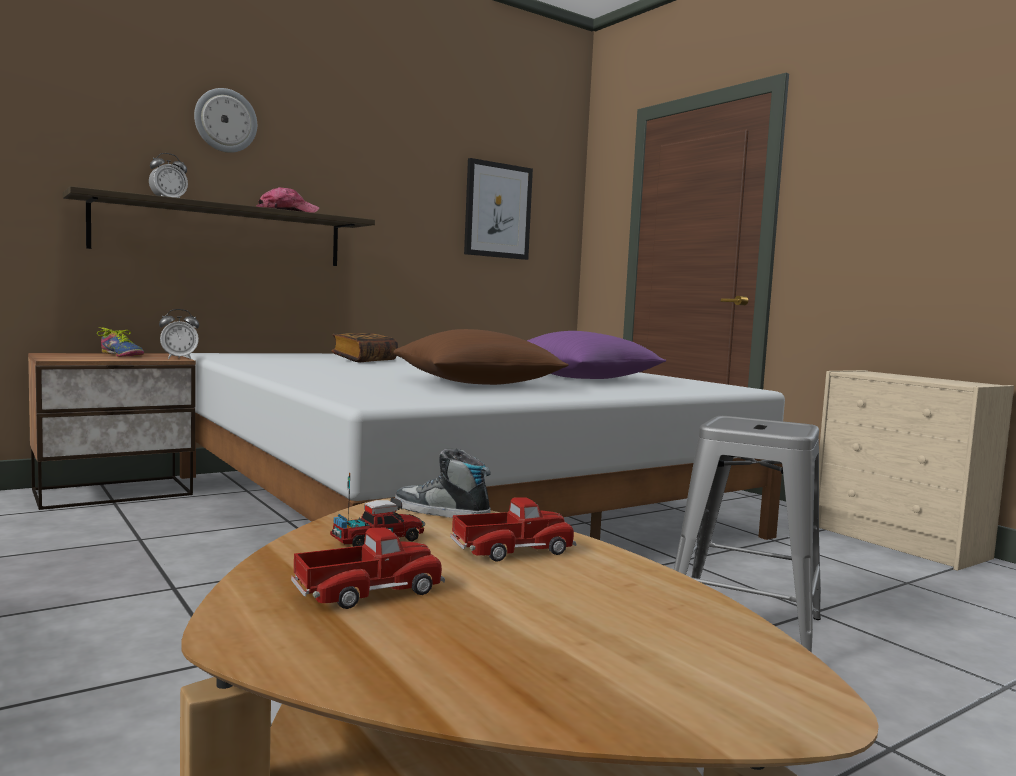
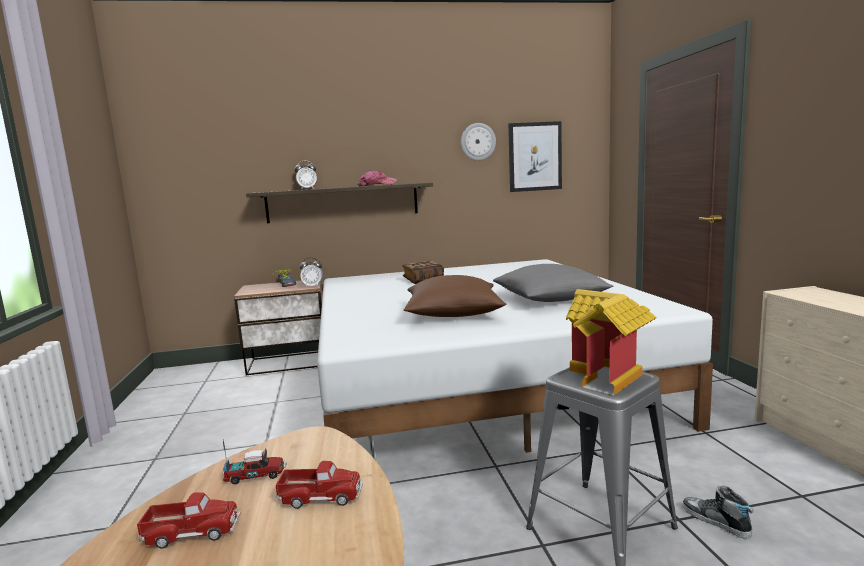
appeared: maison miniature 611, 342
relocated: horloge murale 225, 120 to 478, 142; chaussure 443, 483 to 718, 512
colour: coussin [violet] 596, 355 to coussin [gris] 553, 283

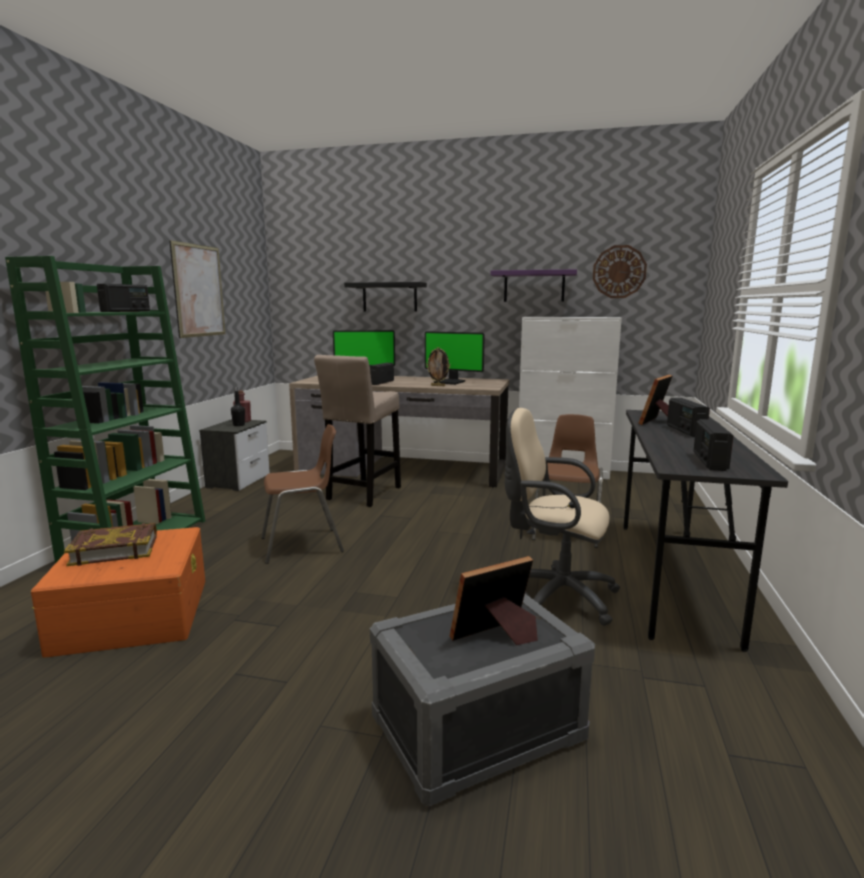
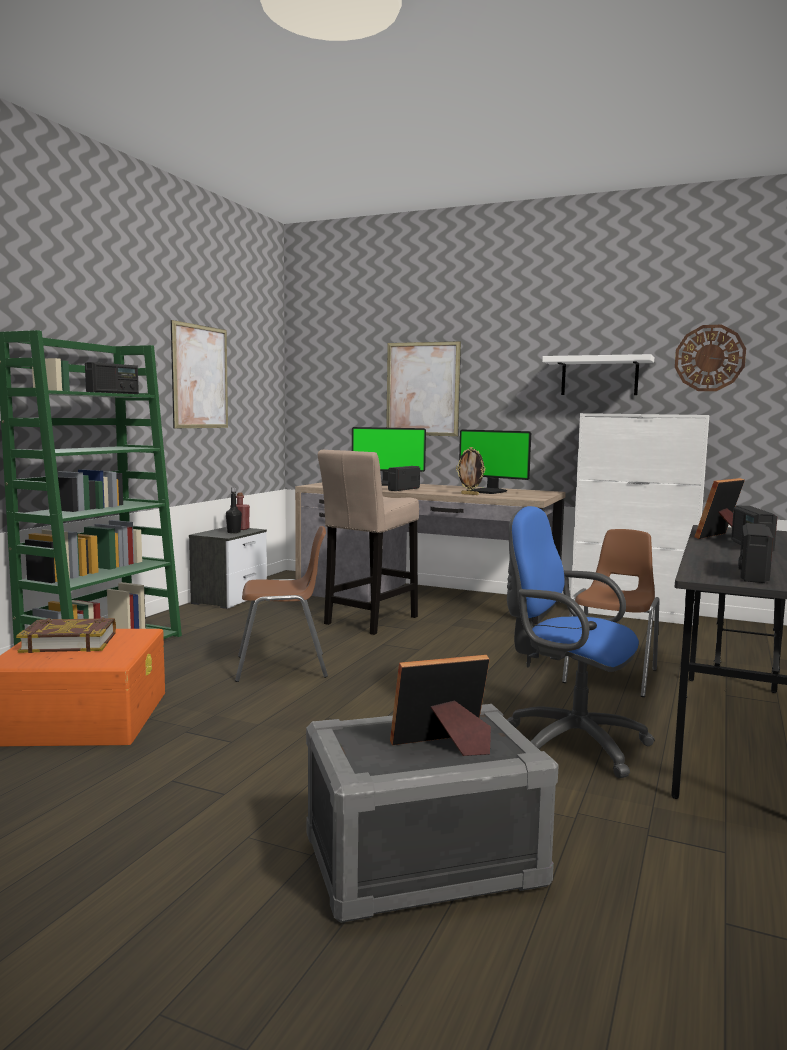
exchanged: étagère [noir] 385, 297 to tableau 423, 388
colour: étagère [violet] 533, 285 to étagère [blanc] 598, 374; chaise de bureau [beige] 562, 517 to chaise de bureau [bleu] 581, 642

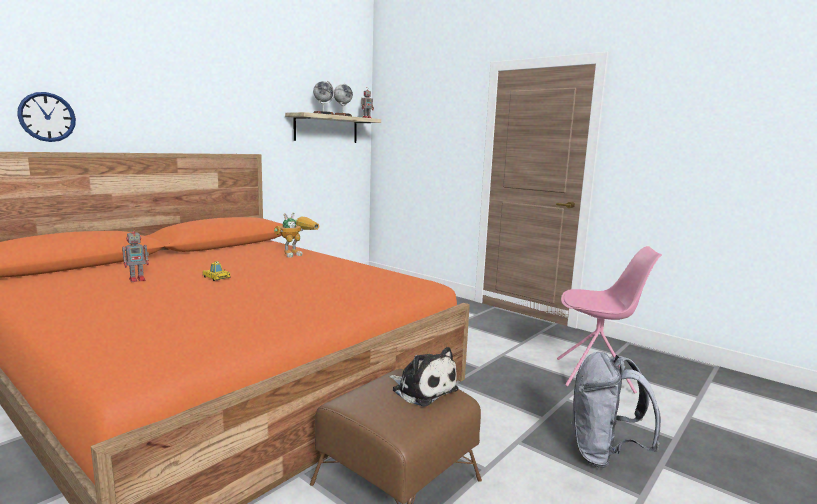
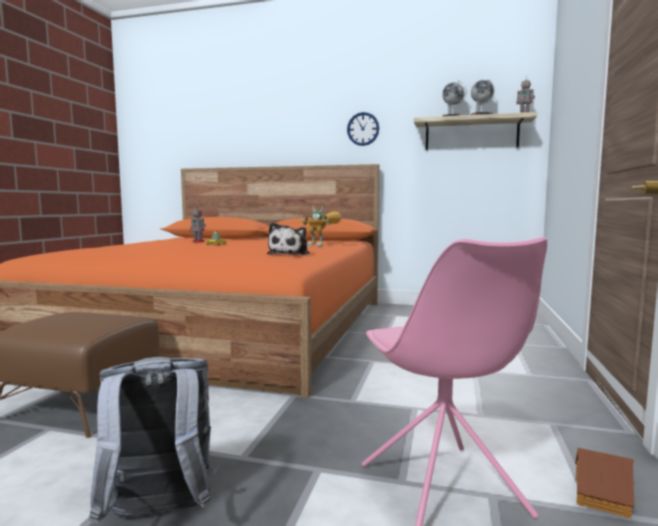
appeared: maison miniature 605, 483
relocated: horloge murale 46, 117 to 363, 129; peluche 423, 377 to 288, 239

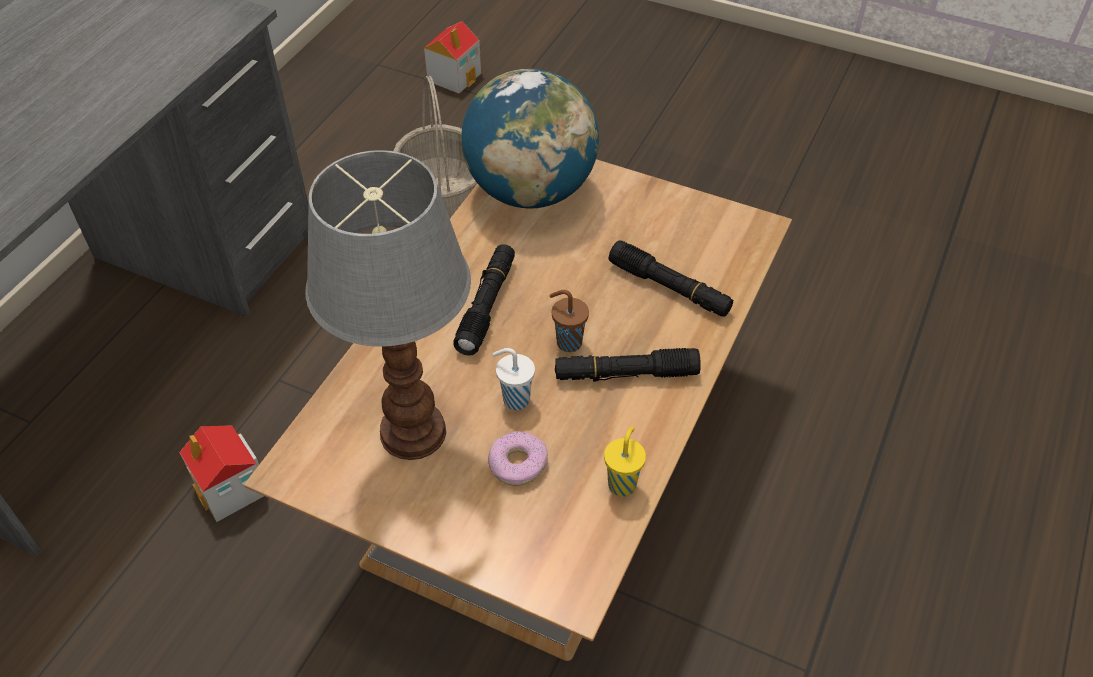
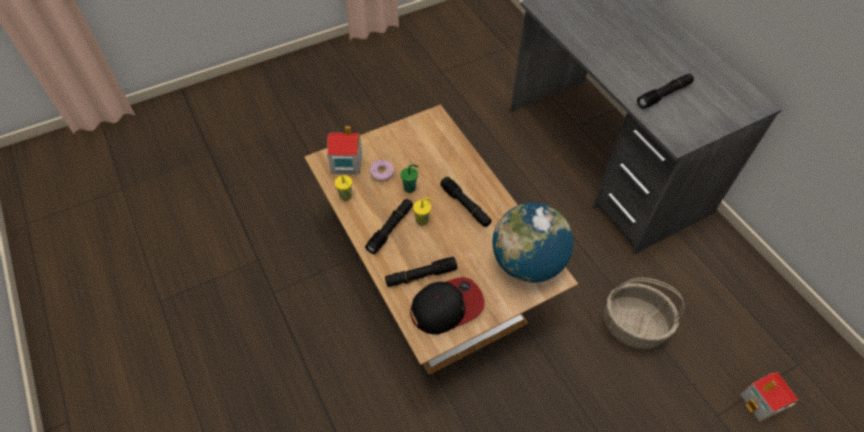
missing: lampe de table 388, 305
appeared: lampe de poche [noir] 665, 91; casquette 447, 305
relocated: maison miniature 221, 473 to 344, 150
colour: tasse [marron] 569, 321 to tasse [jaune] 422, 211; tasse [blanc] 514, 379 to tasse [vert] 409, 178

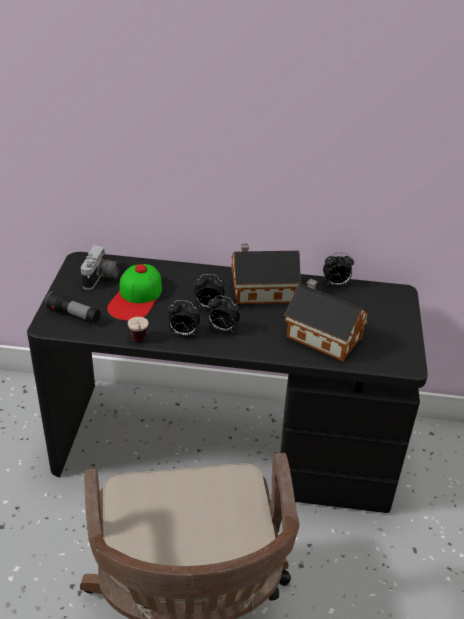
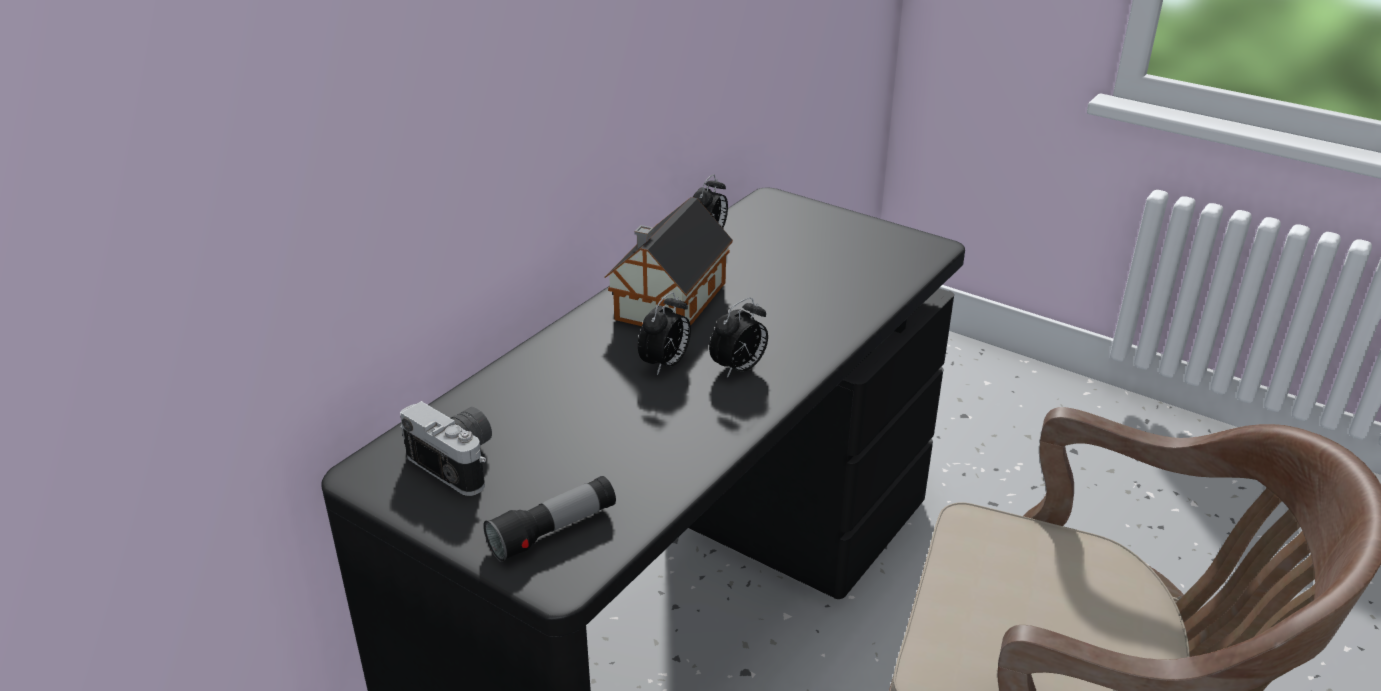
missing: casquette 134, 292; maison miniature 326, 320; réveil 183, 318; tasse 138, 329

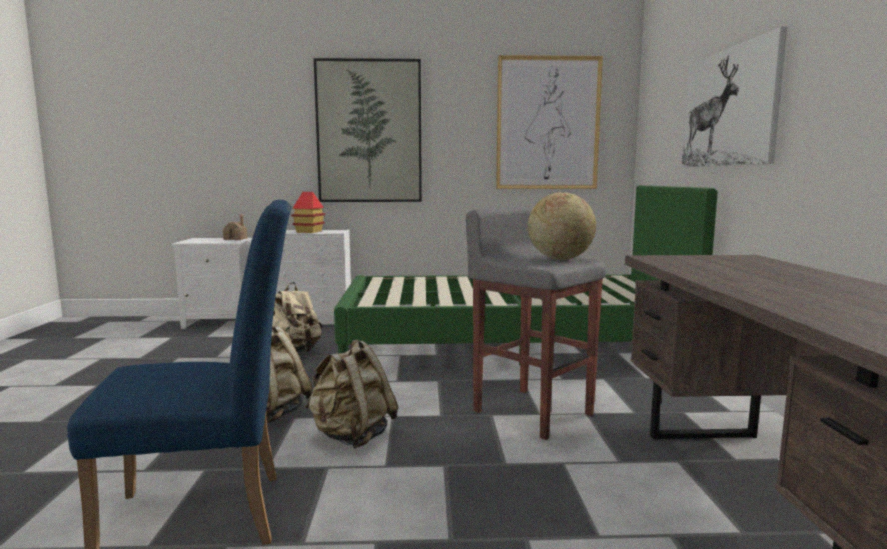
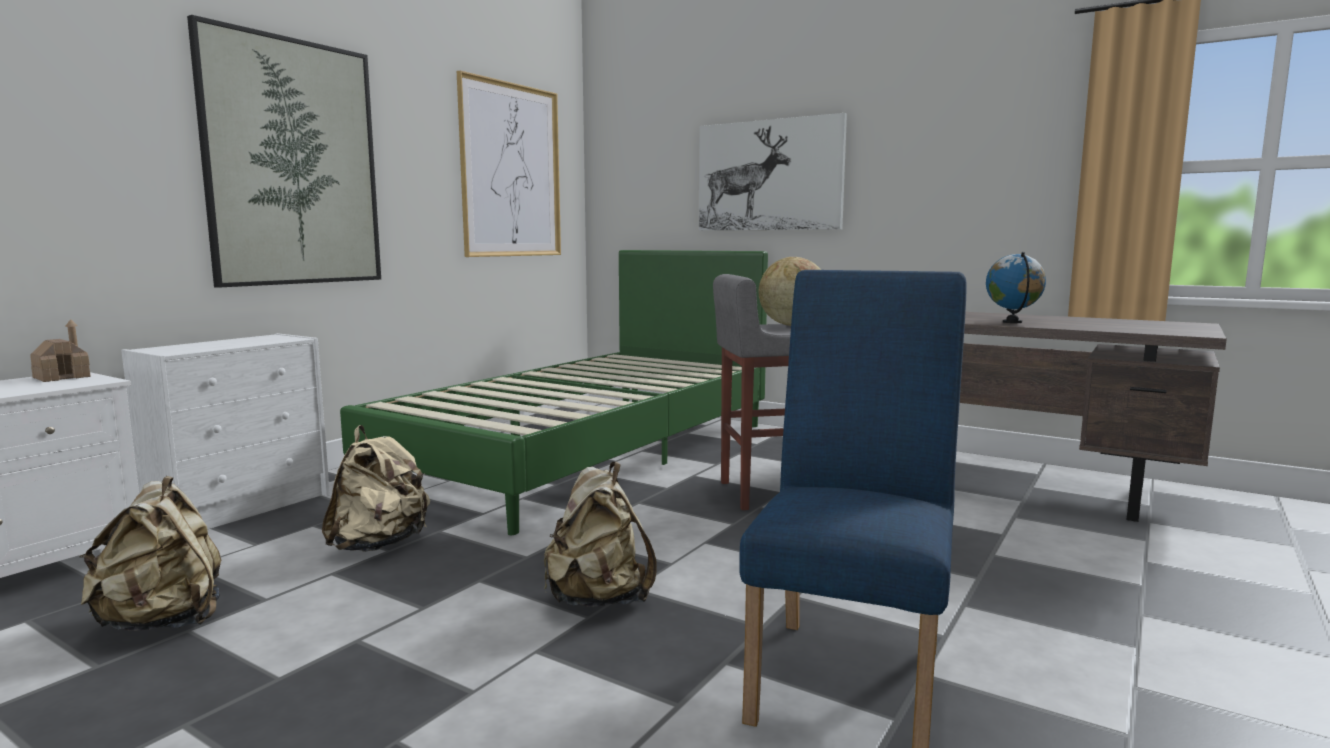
missing: maison miniature 308, 212
appeared: globe 1016, 287
relocated: sac à dos [beige] 352, 394 to 150, 553

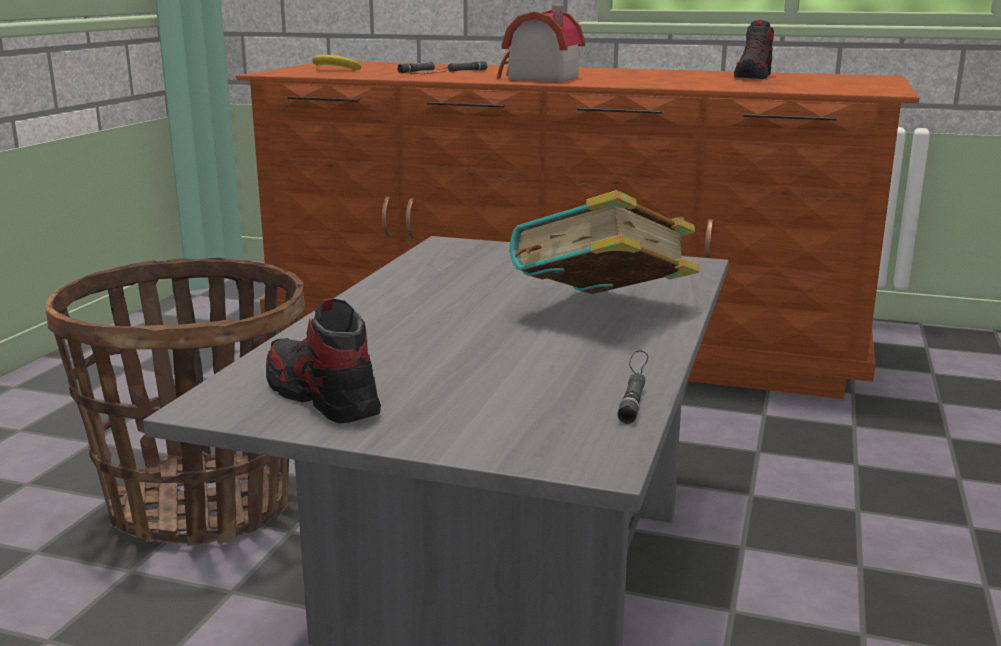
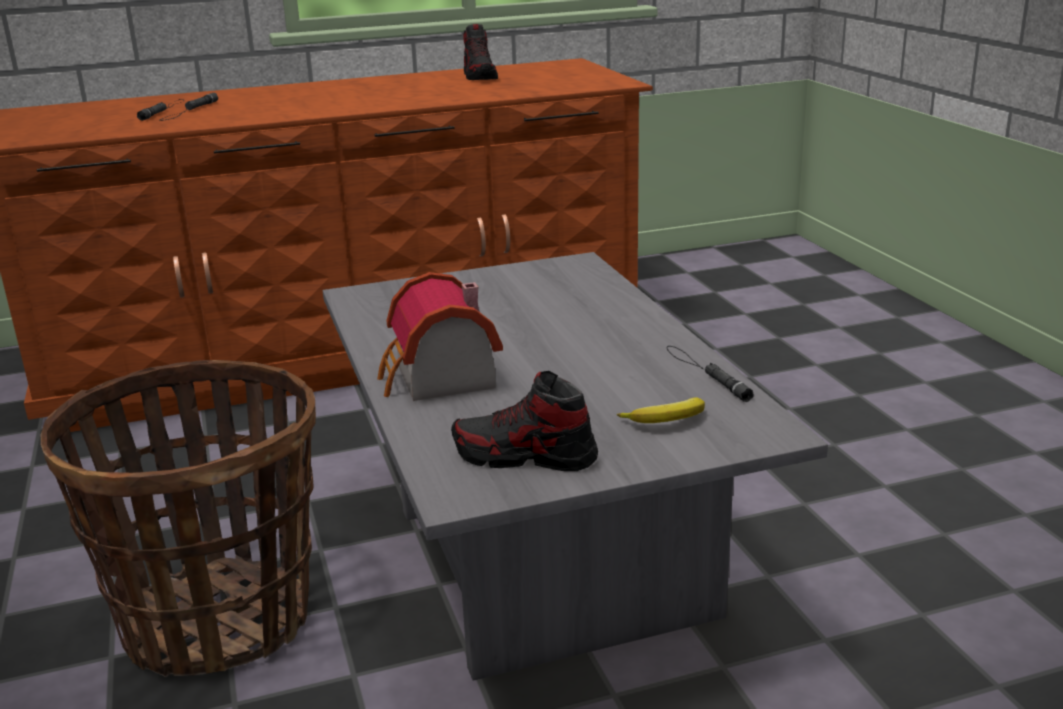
missing: livre 604, 242
relocated: maison miniature 541, 44 to 440, 336; banane 336, 62 to 661, 410

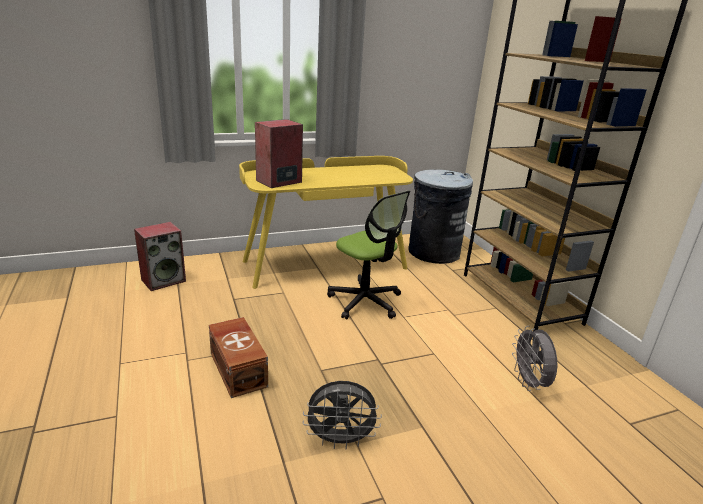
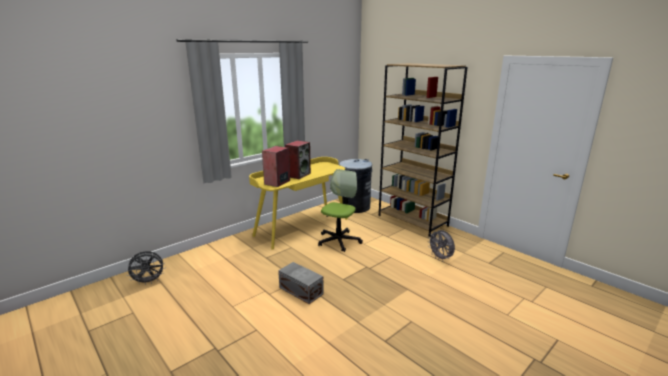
relocated: enceinte 160, 256 to 298, 160; ventilateur [gris] 342, 415 to 145, 268
colour: boîte de rangement [marron] 238, 357 to boîte de rangement [gris] 301, 283
spun: chaise de bureau 368, 254 = 340, 210 90 degrees counterclockwise

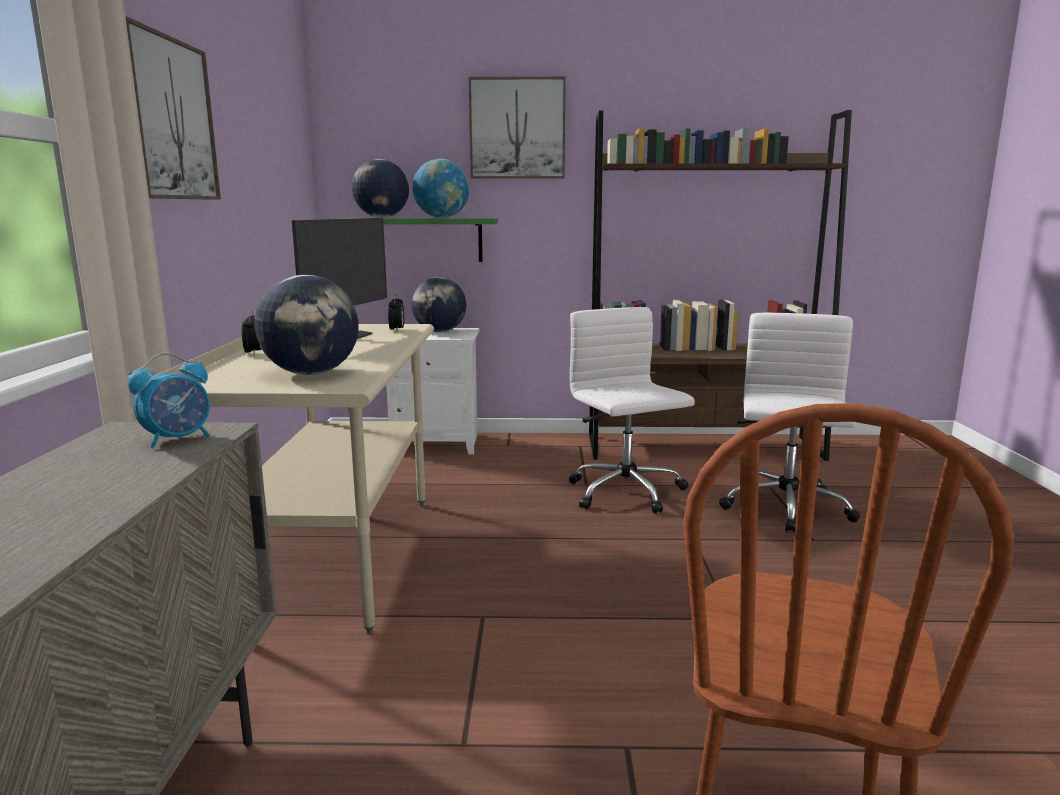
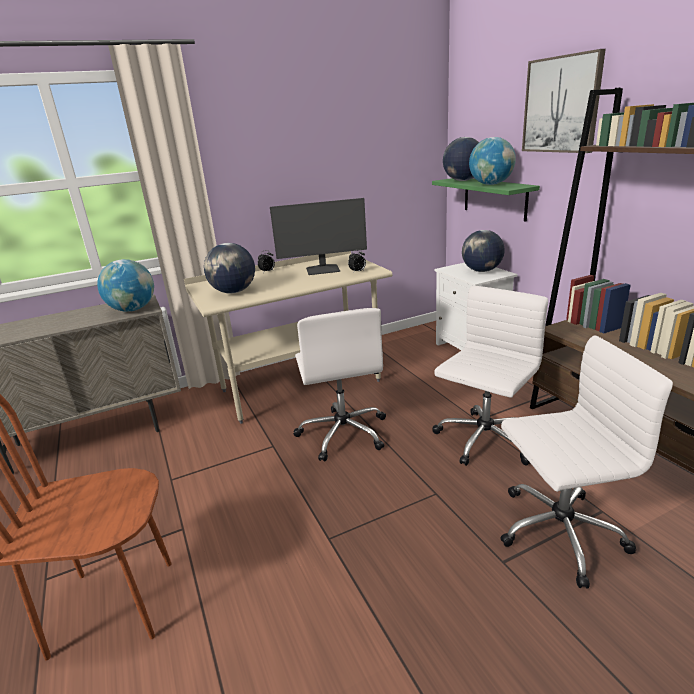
missing: tableau 173, 108
appeared: chaise de bureau [blanc] 339, 384
exchanged: réveil 169, 400 to globe 125, 285

